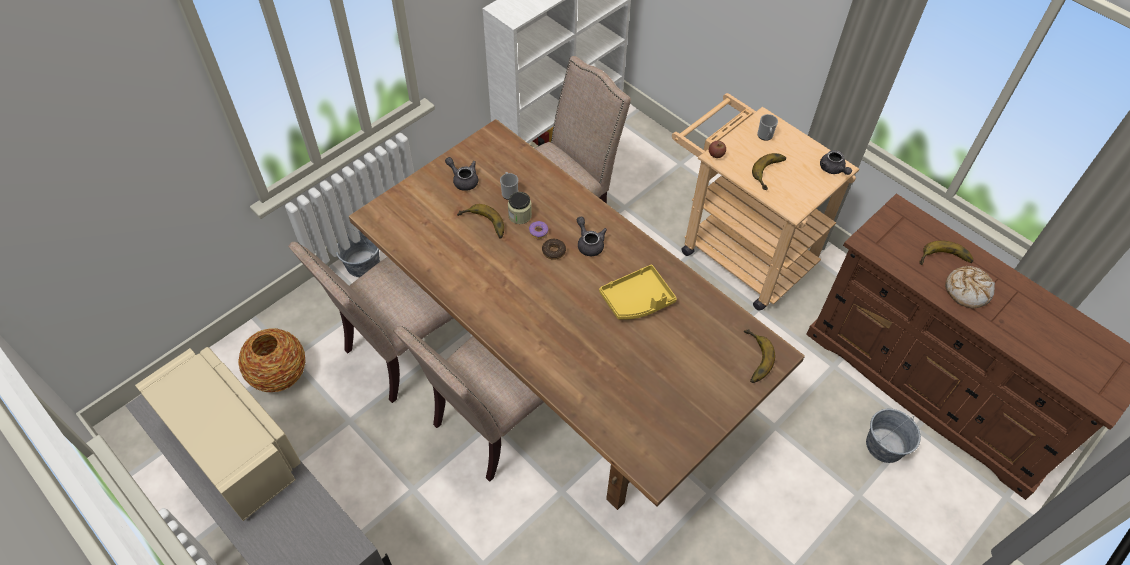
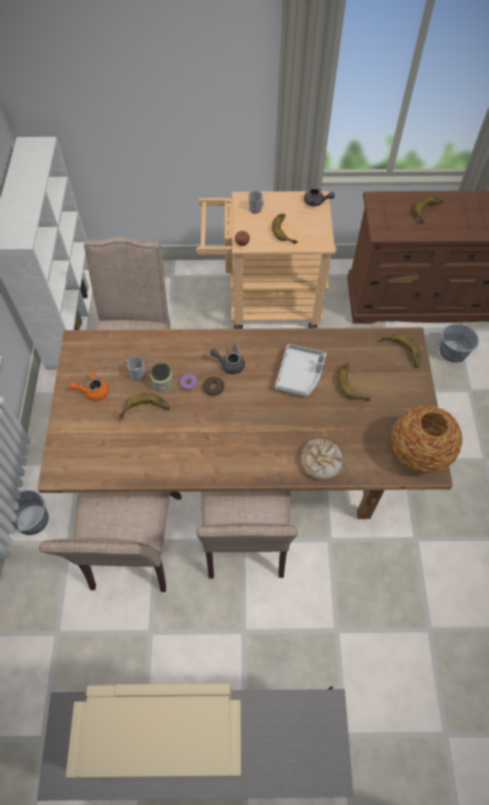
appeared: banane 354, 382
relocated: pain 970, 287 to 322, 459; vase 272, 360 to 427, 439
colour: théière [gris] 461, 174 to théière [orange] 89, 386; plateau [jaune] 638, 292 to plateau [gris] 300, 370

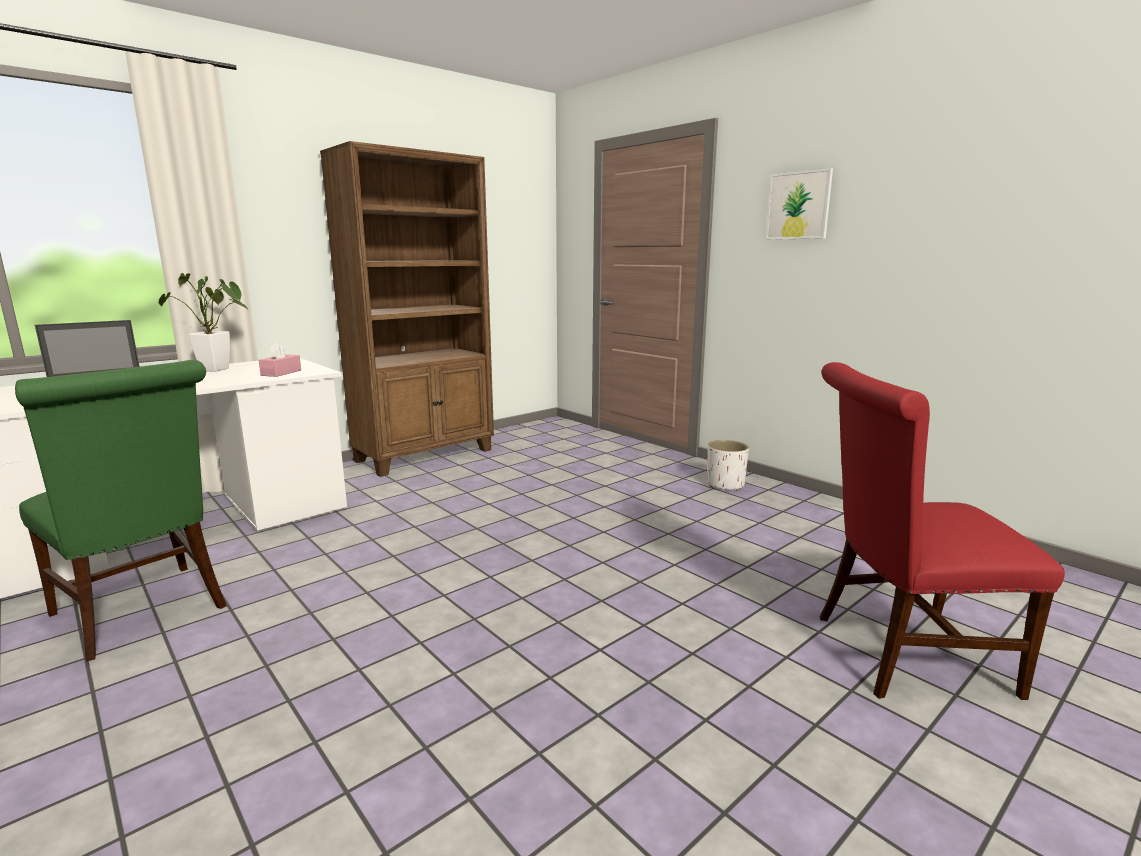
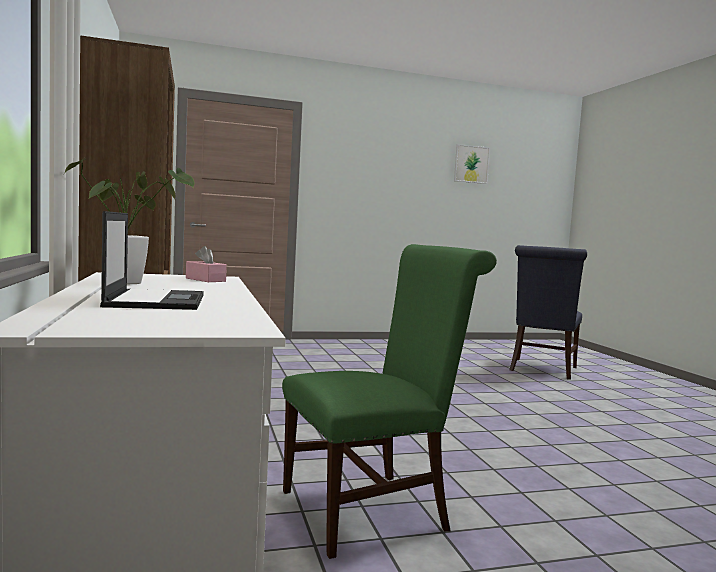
missing: cache-pot [blanc] 728, 465
relocated: tableau 799, 204 to 472, 164
colour: chaise [rouge] 942, 531 to chaise [bleu] 548, 312

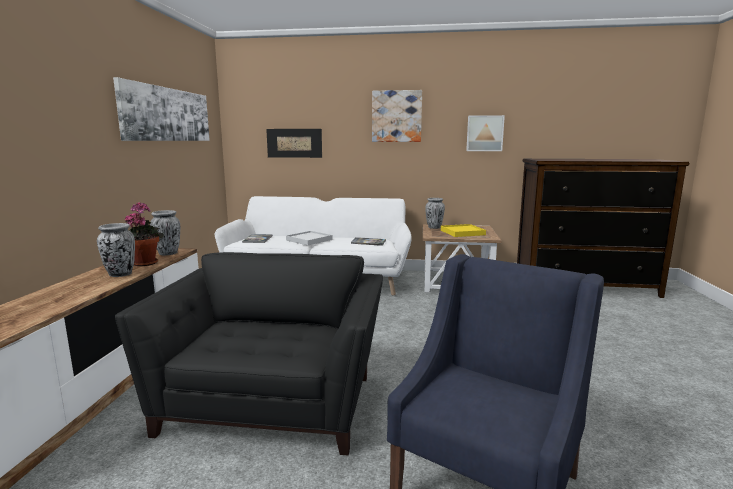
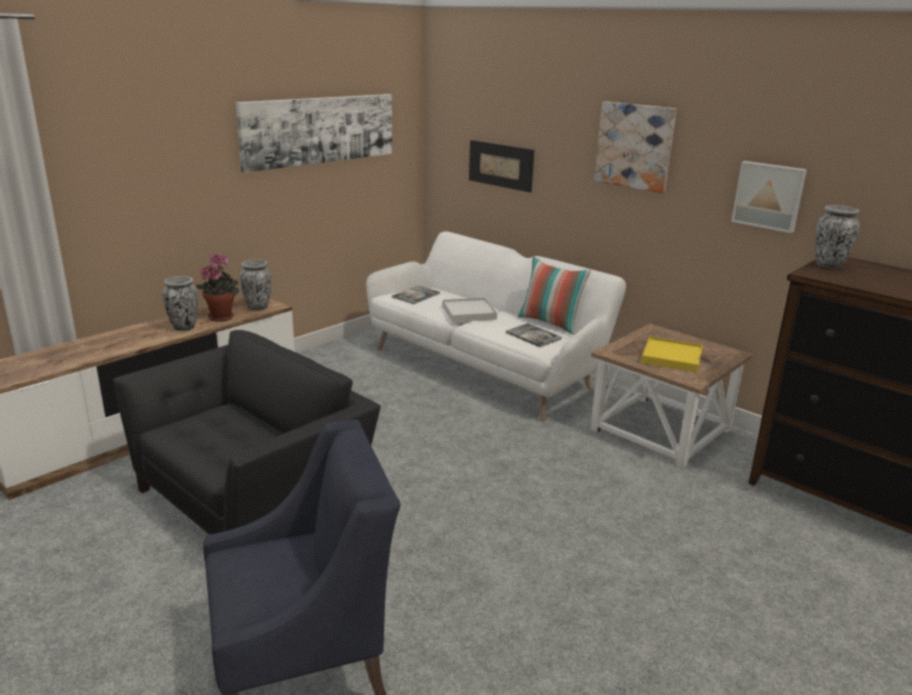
appeared: coussin 554, 295
relocated: vase 435, 213 to 837, 237

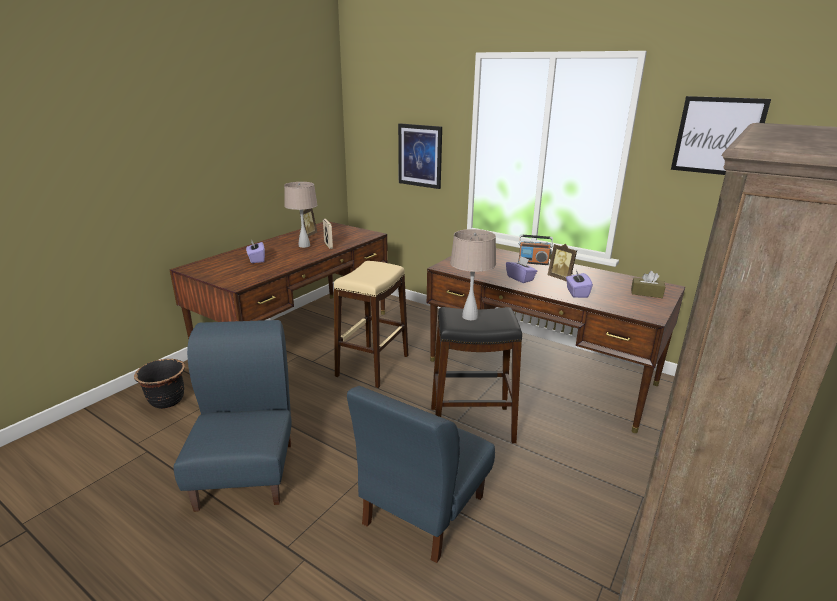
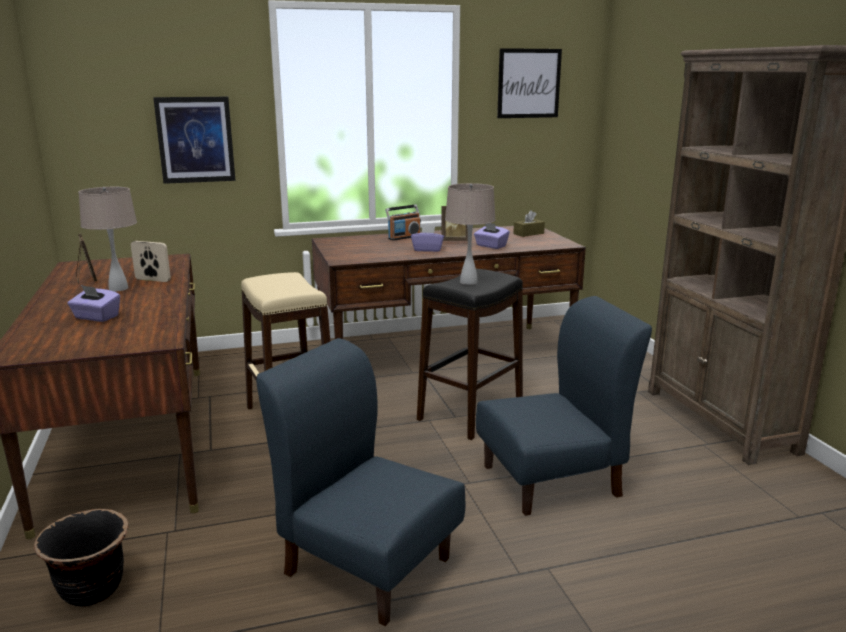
spun: chaise [bleu] 421, 474 = 564, 406 90 degrees counterclockwise

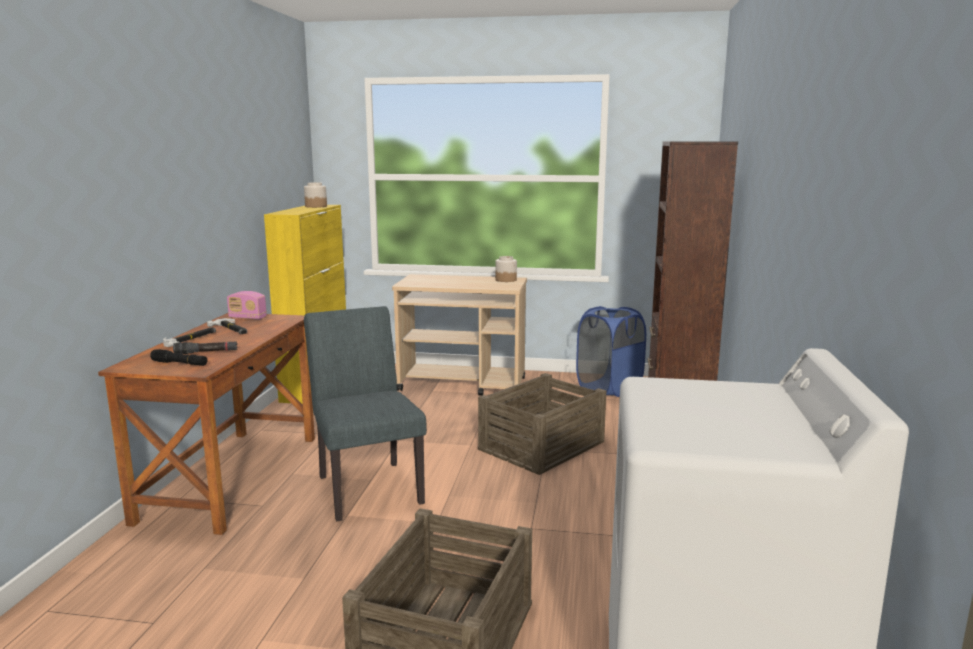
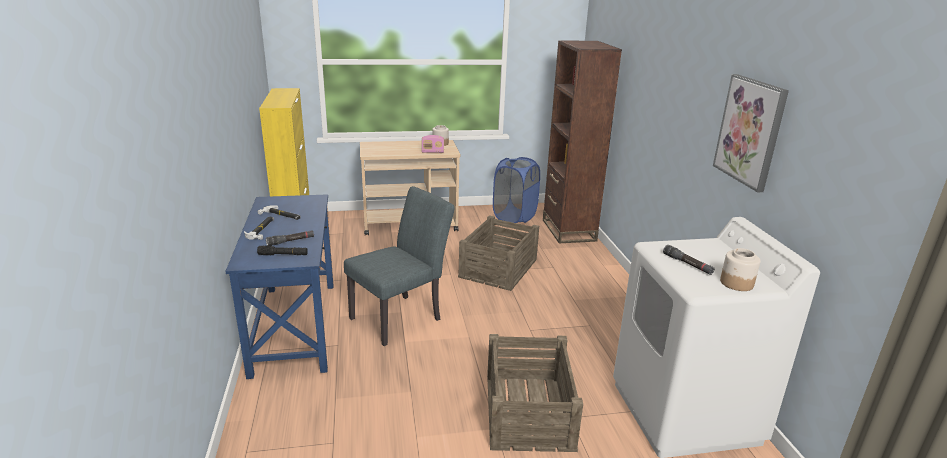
appeared: tableau 751, 133; lampe de poche [noir] 689, 260
relocated: bocal 315, 195 to 740, 269; radio 247, 305 to 433, 144
colour: bureau [marron] 206, 424 to bureau [bleu] 279, 286
spun: chaise [gris] 365, 413 = 399, 266 90 degrees clockwise

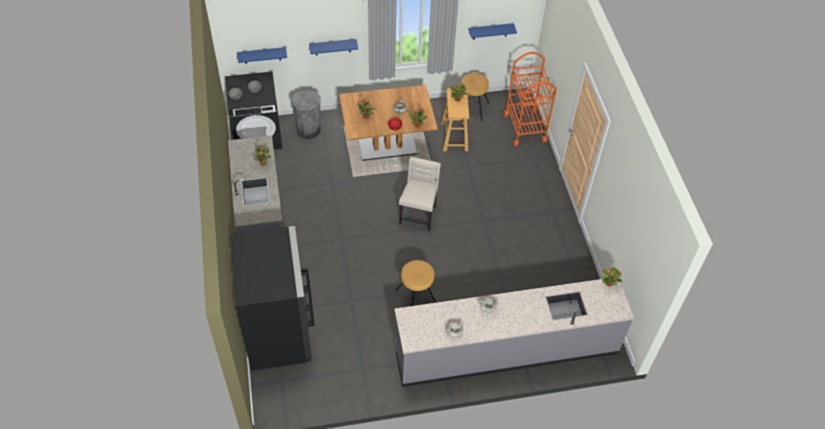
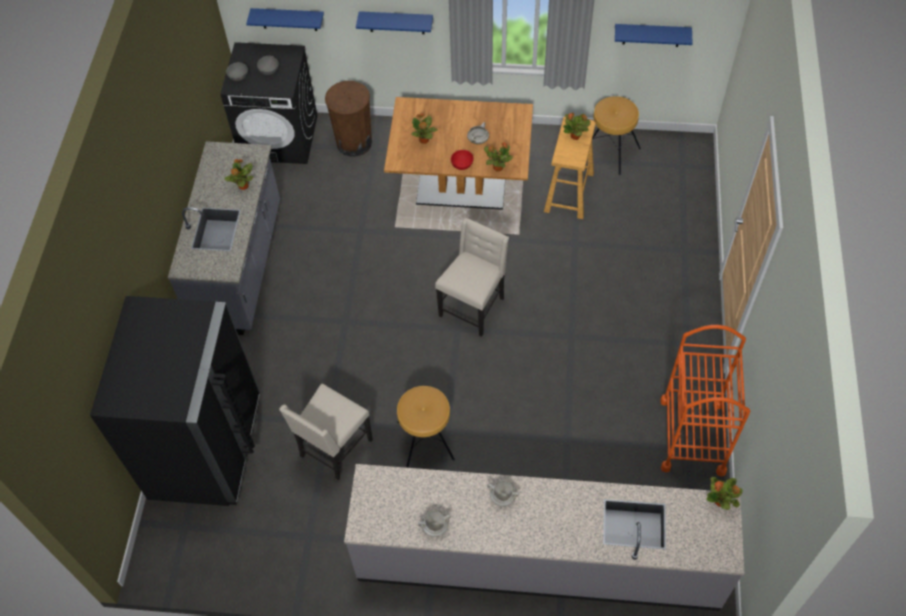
appeared: chaise [beige] 326, 432
relocated: chariot [orange] 530, 99 to 705, 401
colour: poubelle [gris] 306, 114 to poubelle [marron] 348, 118

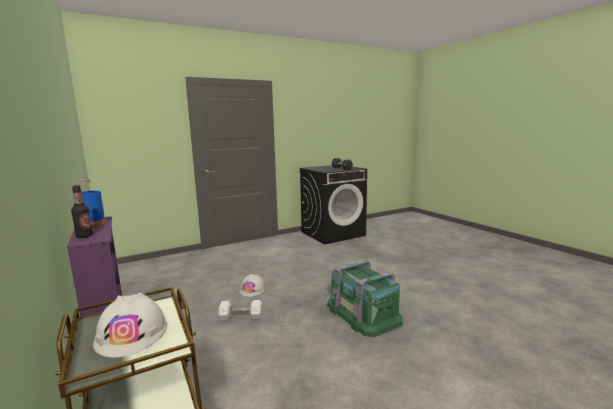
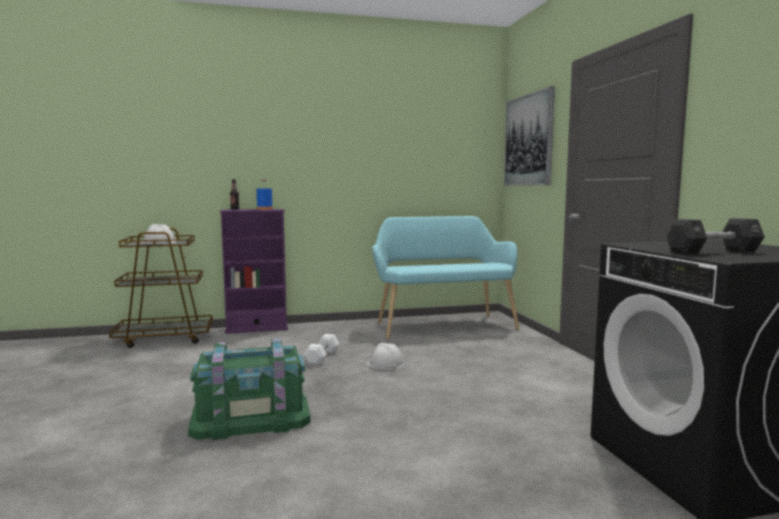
appeared: tableau 529, 136; banc [turquoise] 445, 277

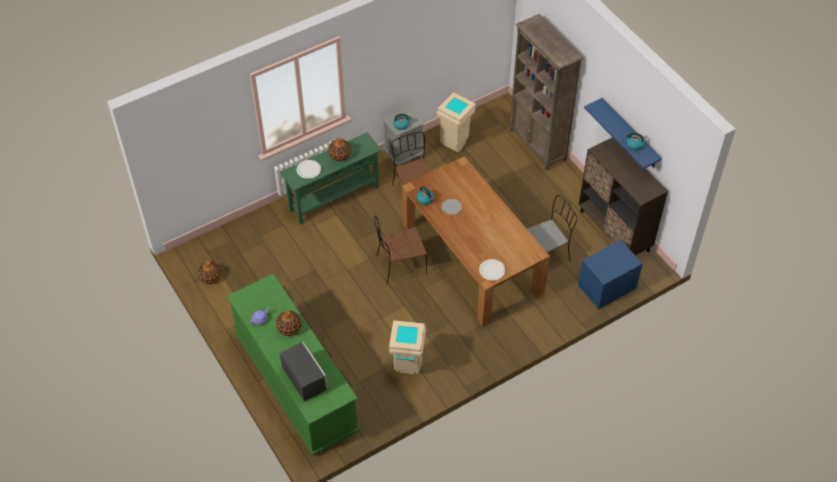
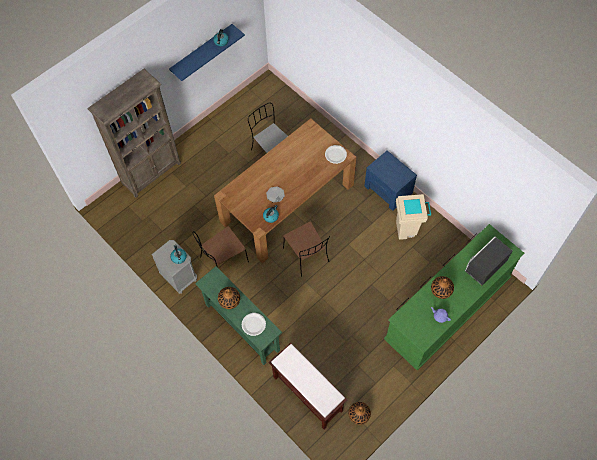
missing: poubelle [beige] 456, 122; meuble de rangement [marron] 623, 196
appeared: banc [marron] 308, 386
relocated: table de chevet [bleu] 610, 274 to 390, 180

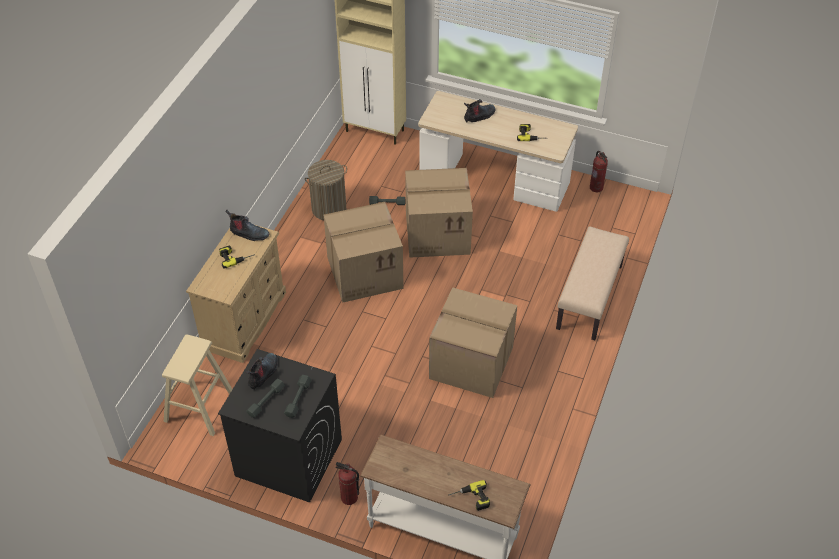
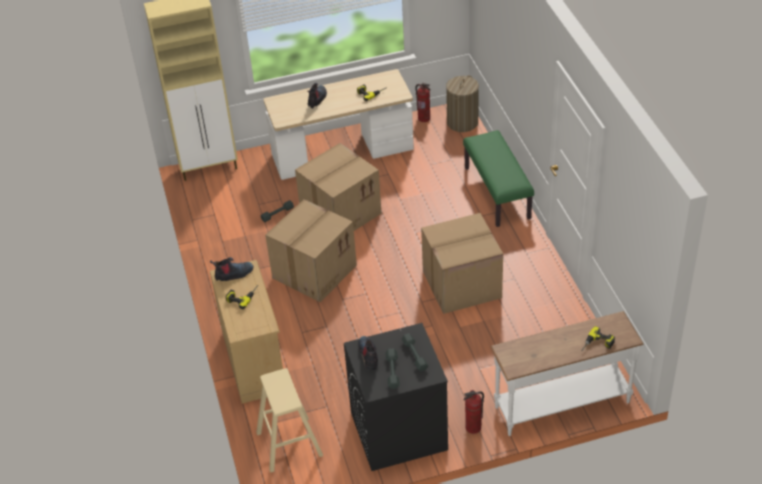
relocated: panier à linge 326, 190 to 462, 103
colour: banc [beige] 592, 283 to banc [vert] 498, 178

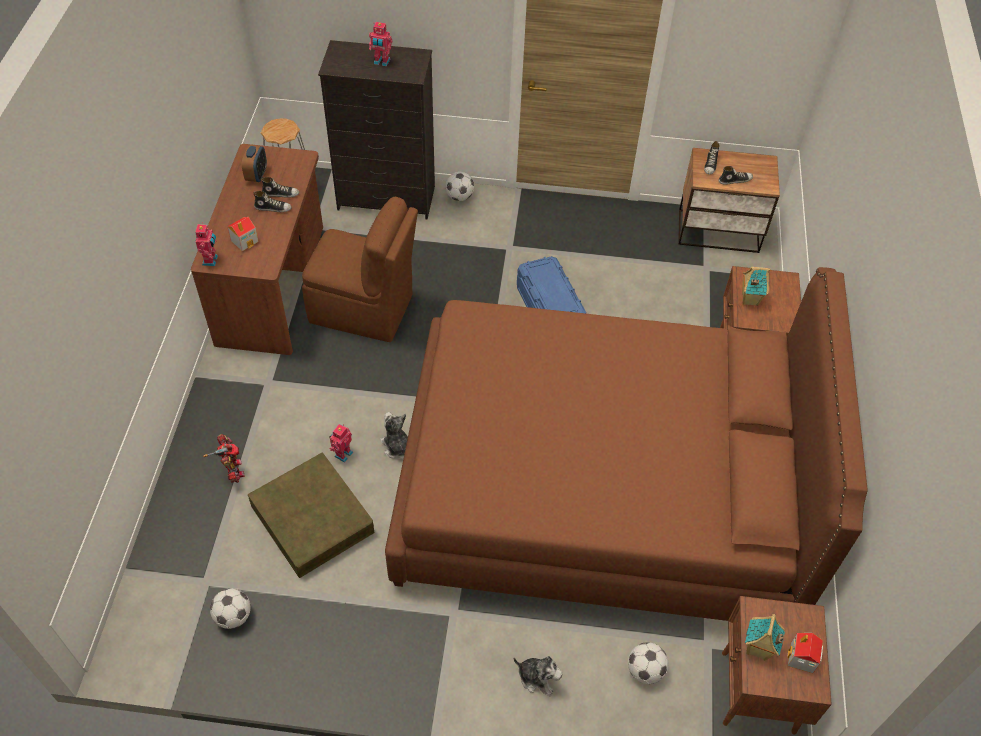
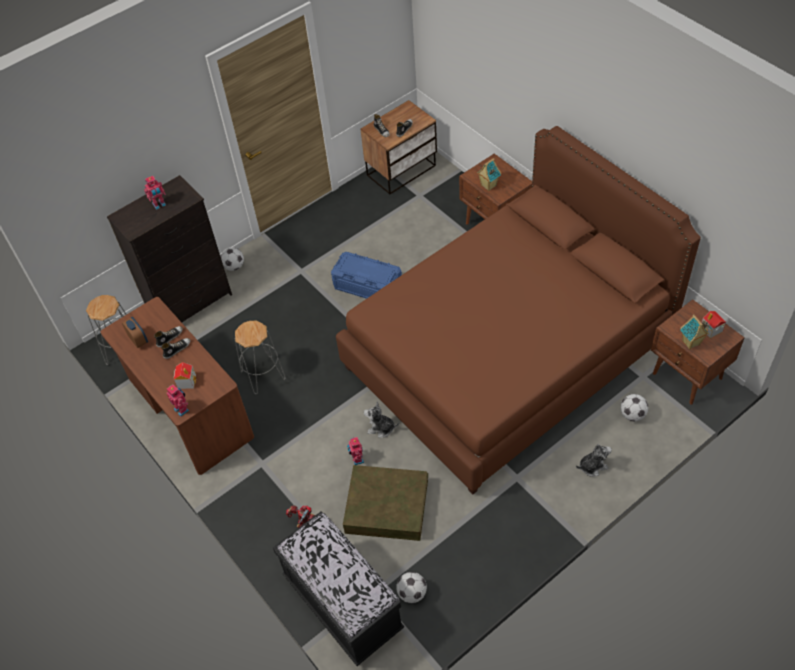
appeared: banc [noir] 338, 589
exchanged: chaise [marron] 360, 269 to tabouret [gris] 260, 357

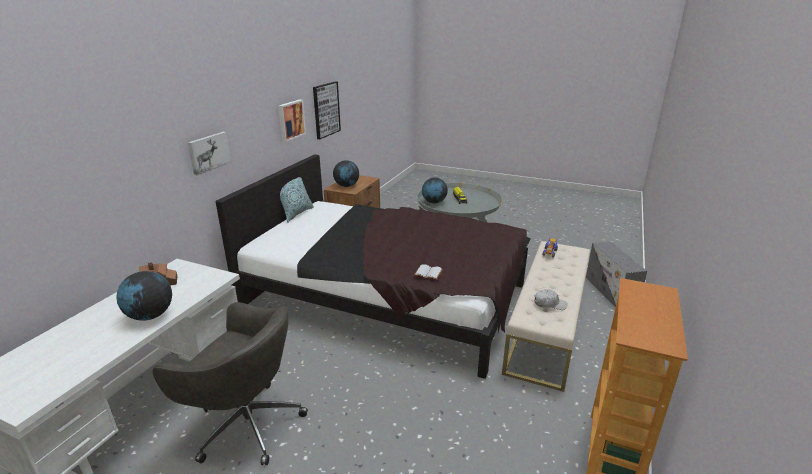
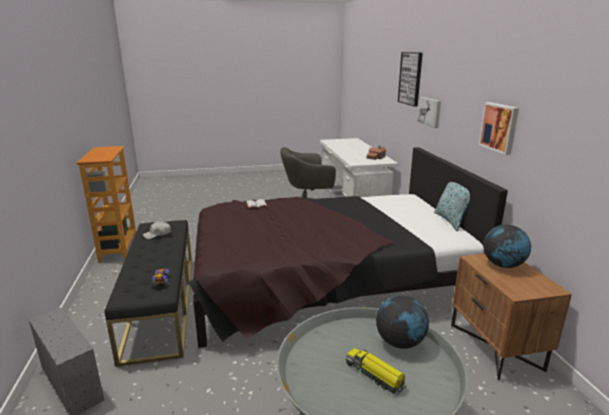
missing: globe 144, 296
relocated: tableau 327, 110 to 410, 79
colour: banc [beige] 546, 316 to banc [noir] 148, 293

